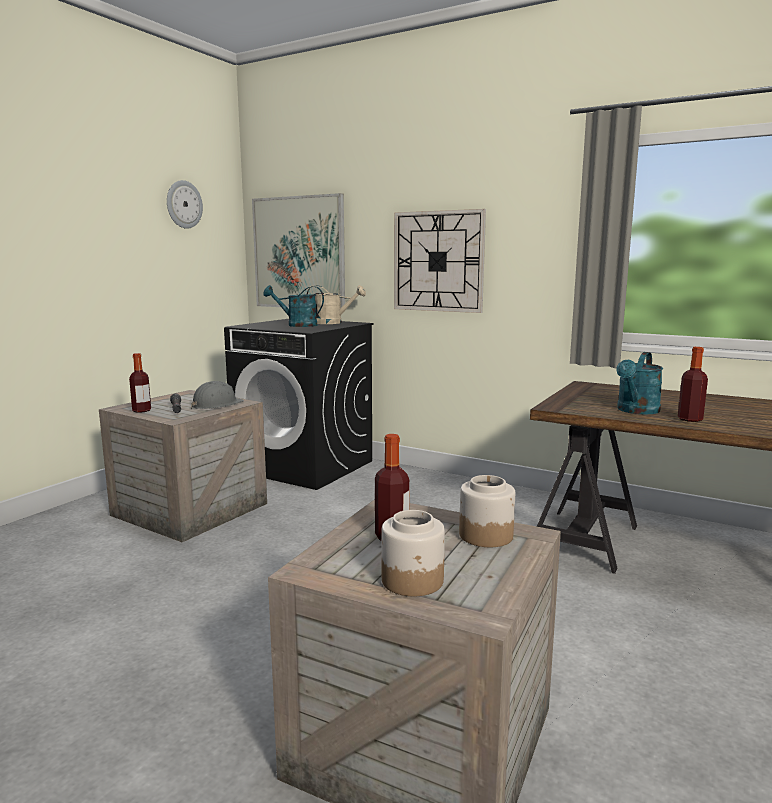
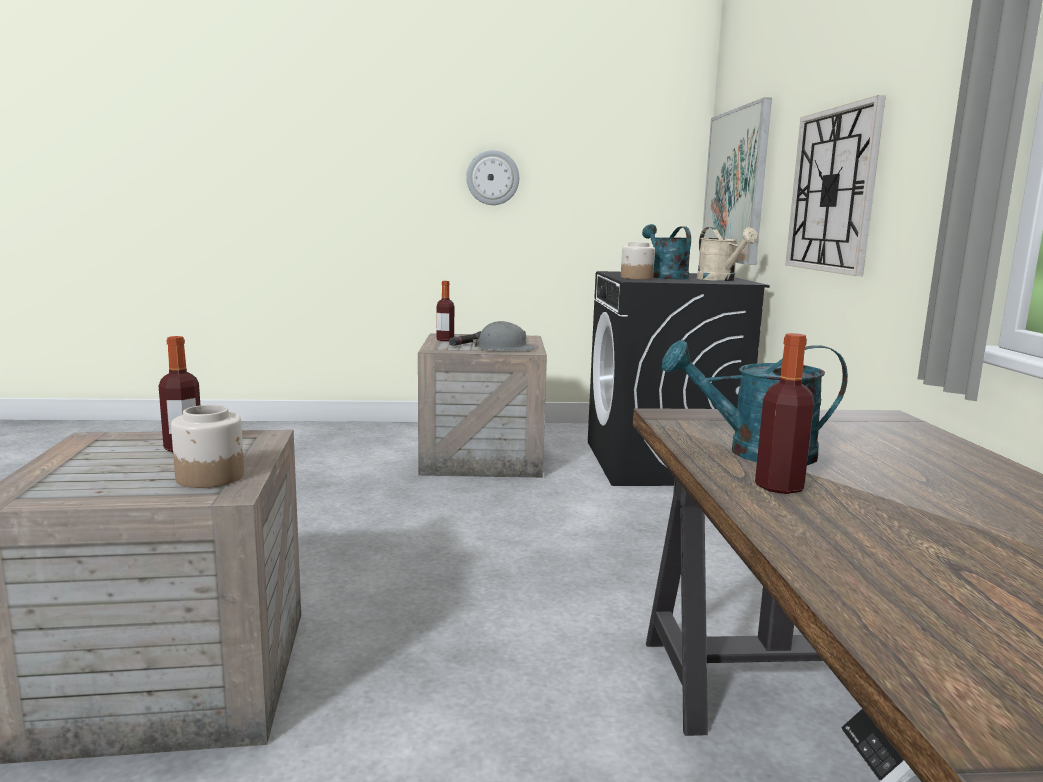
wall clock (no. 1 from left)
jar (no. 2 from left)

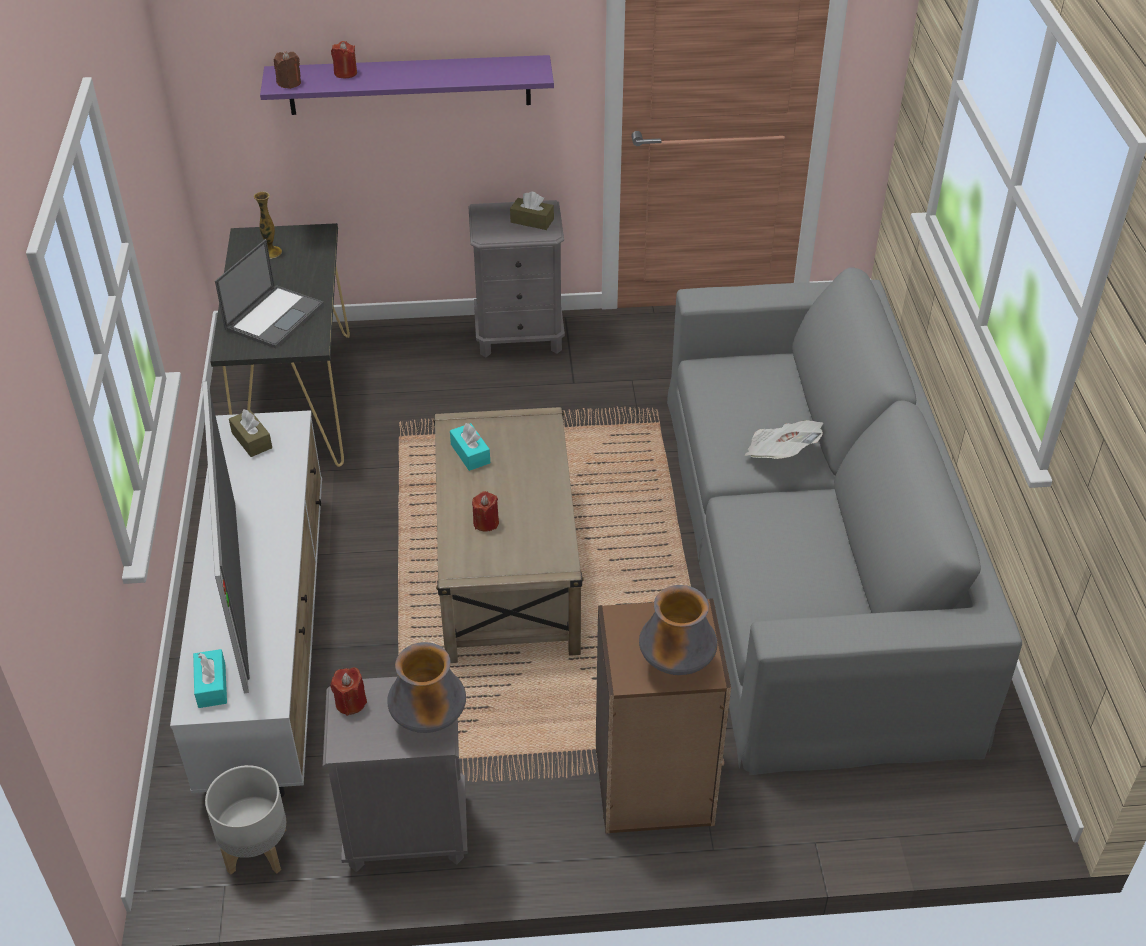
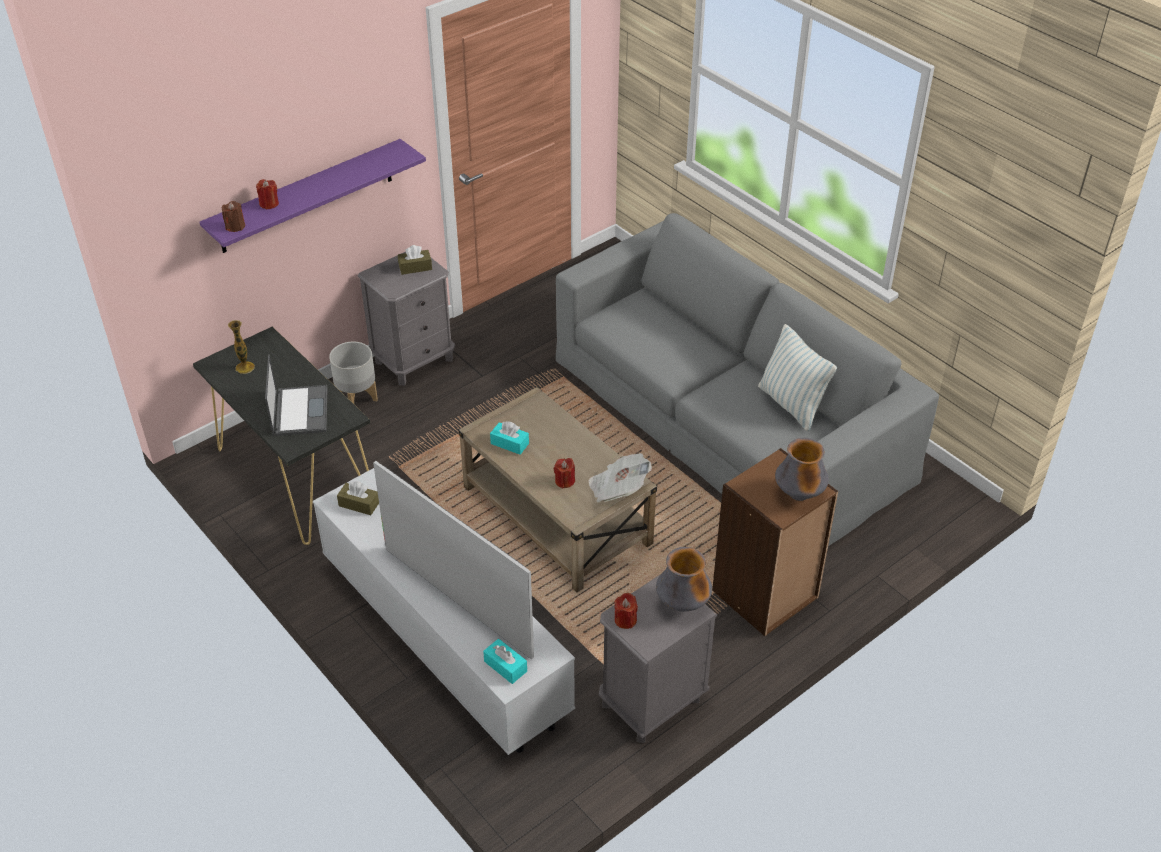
planter in grey
newspaper
pillow

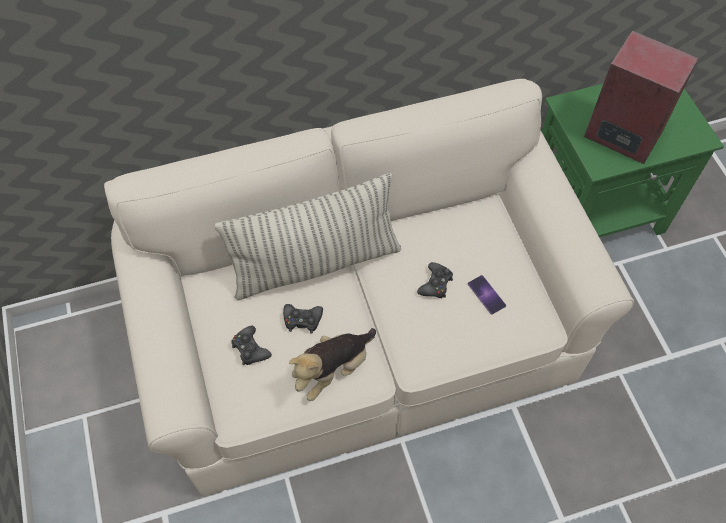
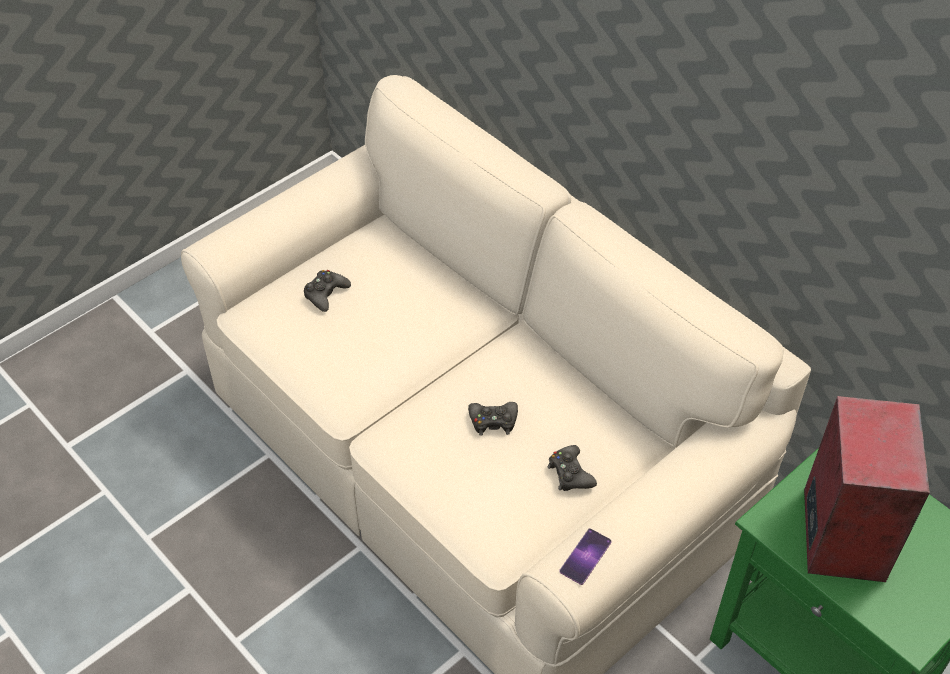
pillow
game controller in black (no. 3 from left)
plush toy
phone

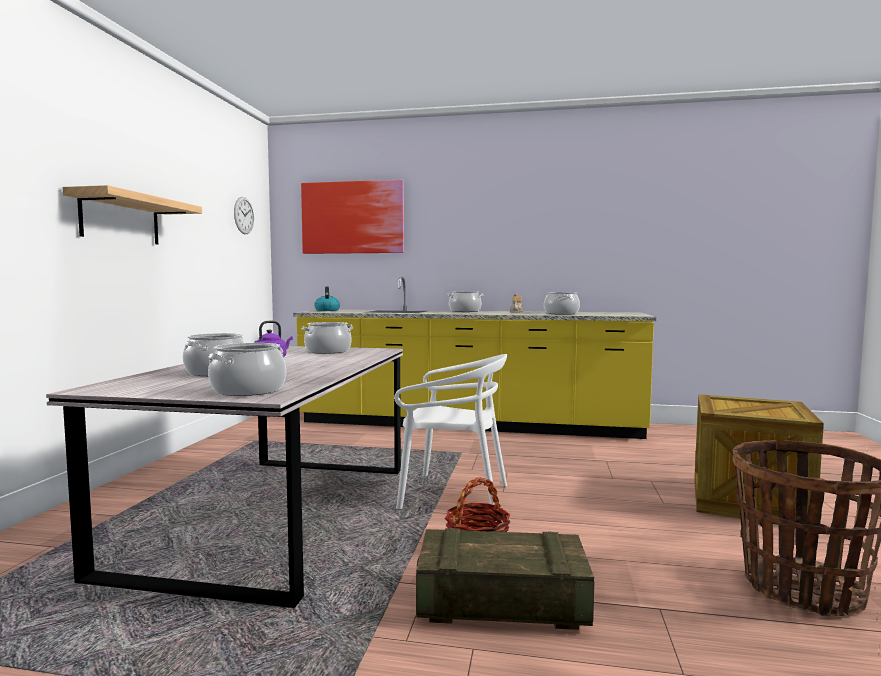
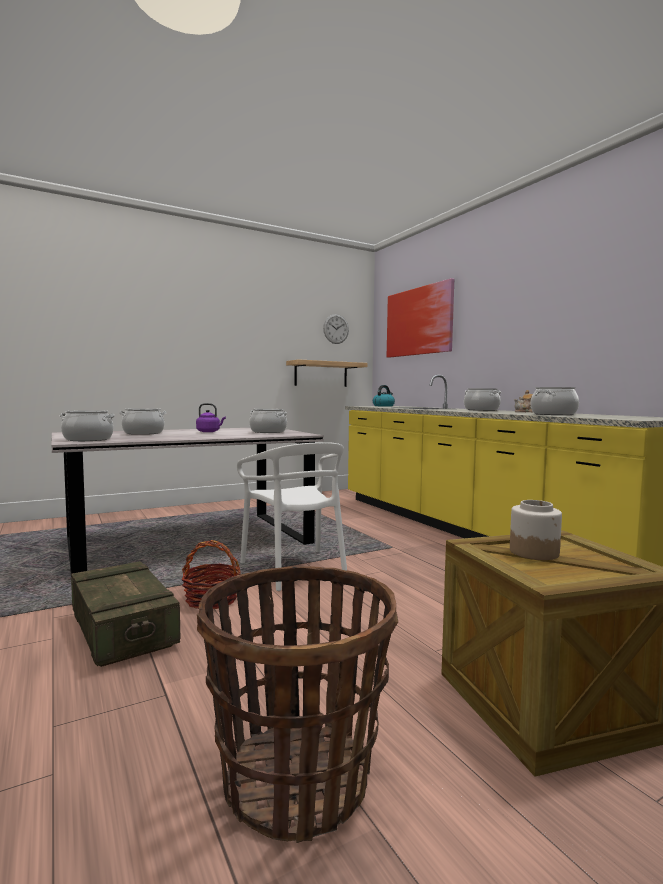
shelf
jar

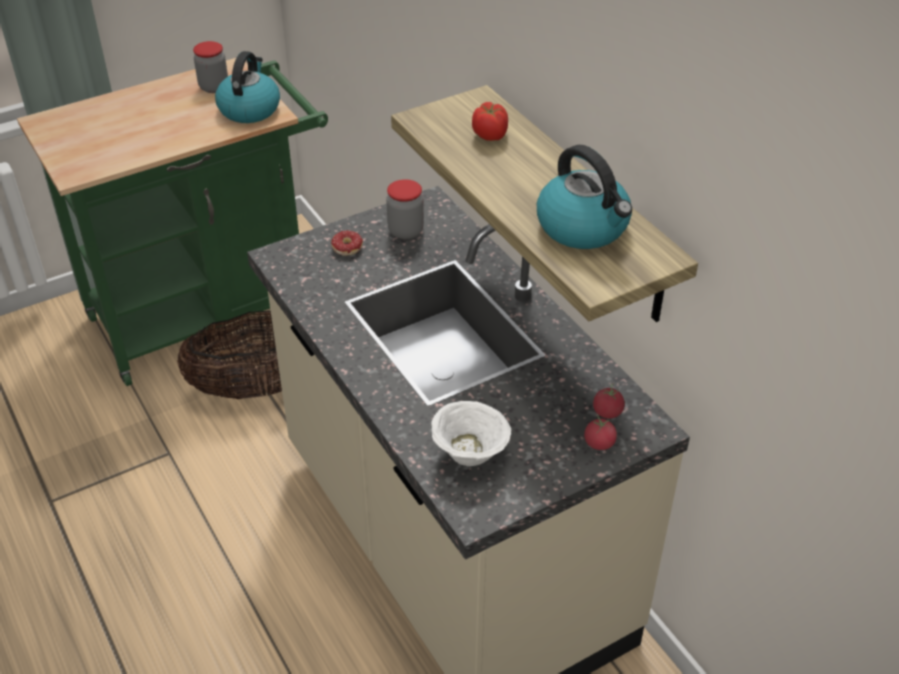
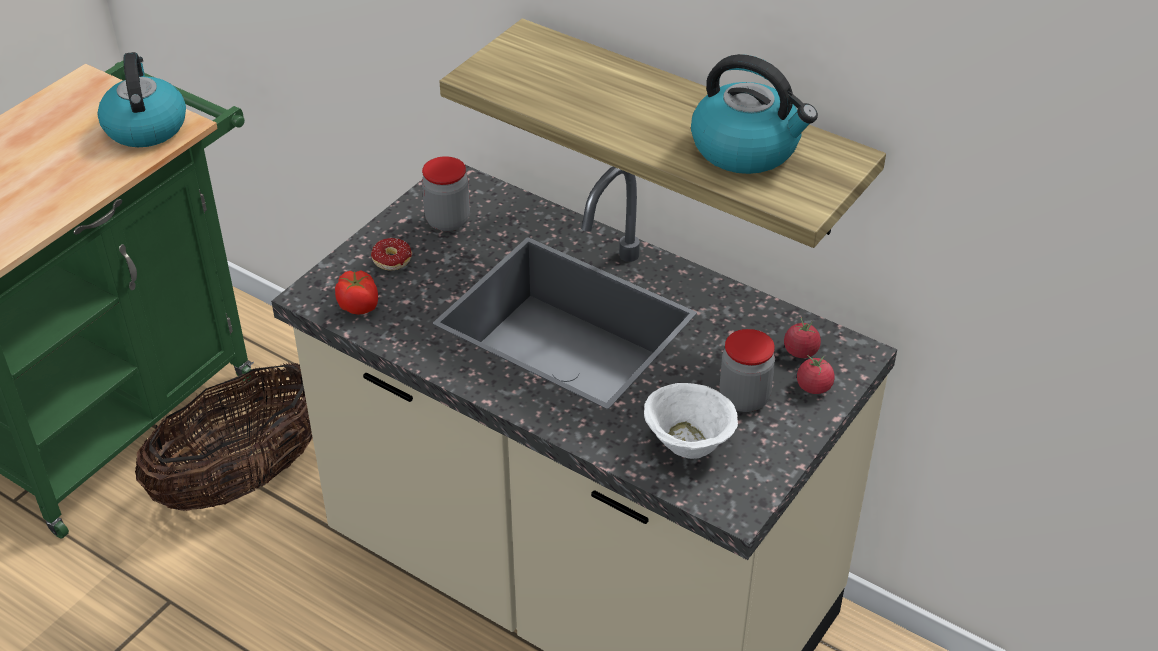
jar (no. 2 from left)
tomato (no. 1 from left)

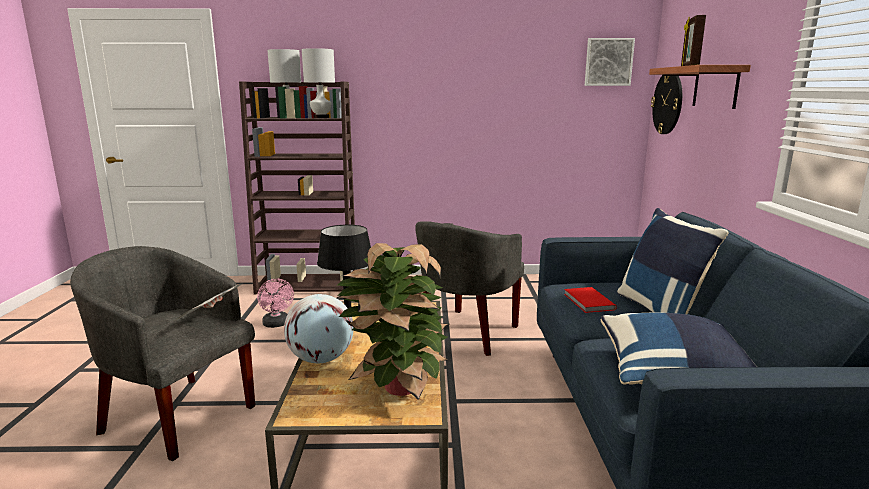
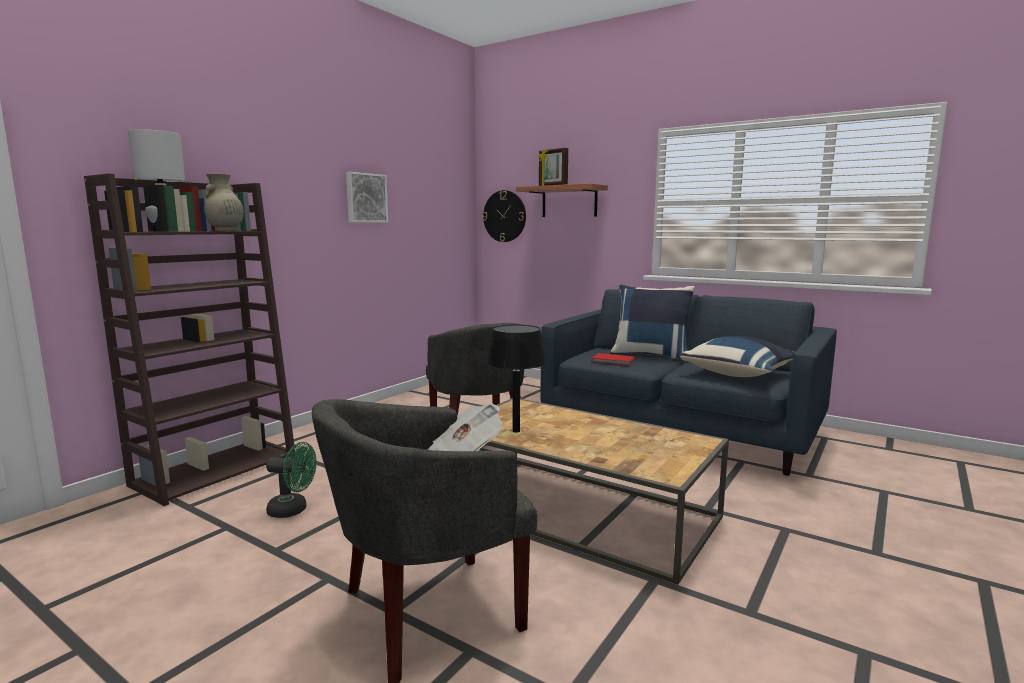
fan in green
globe
vase in beige
potted plant
picture

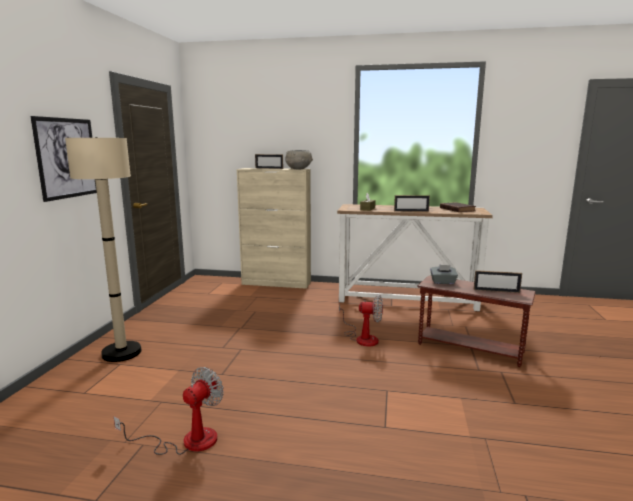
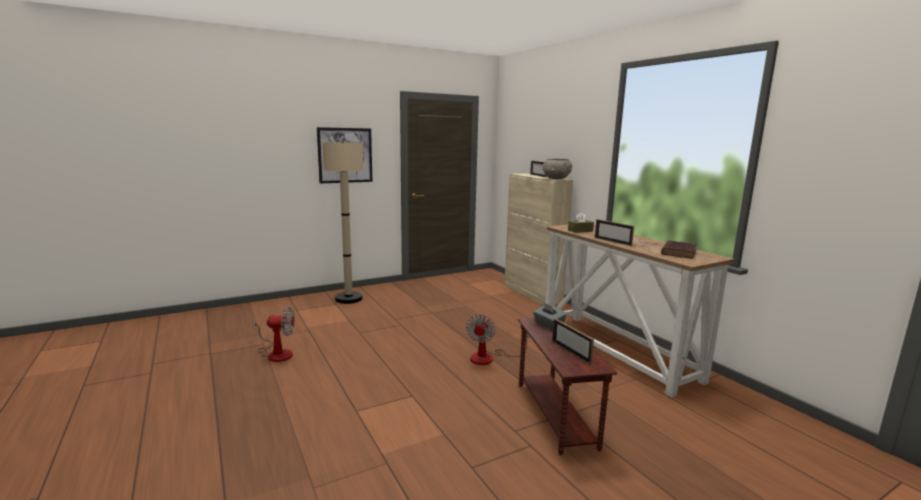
fan (no. 2 from left)

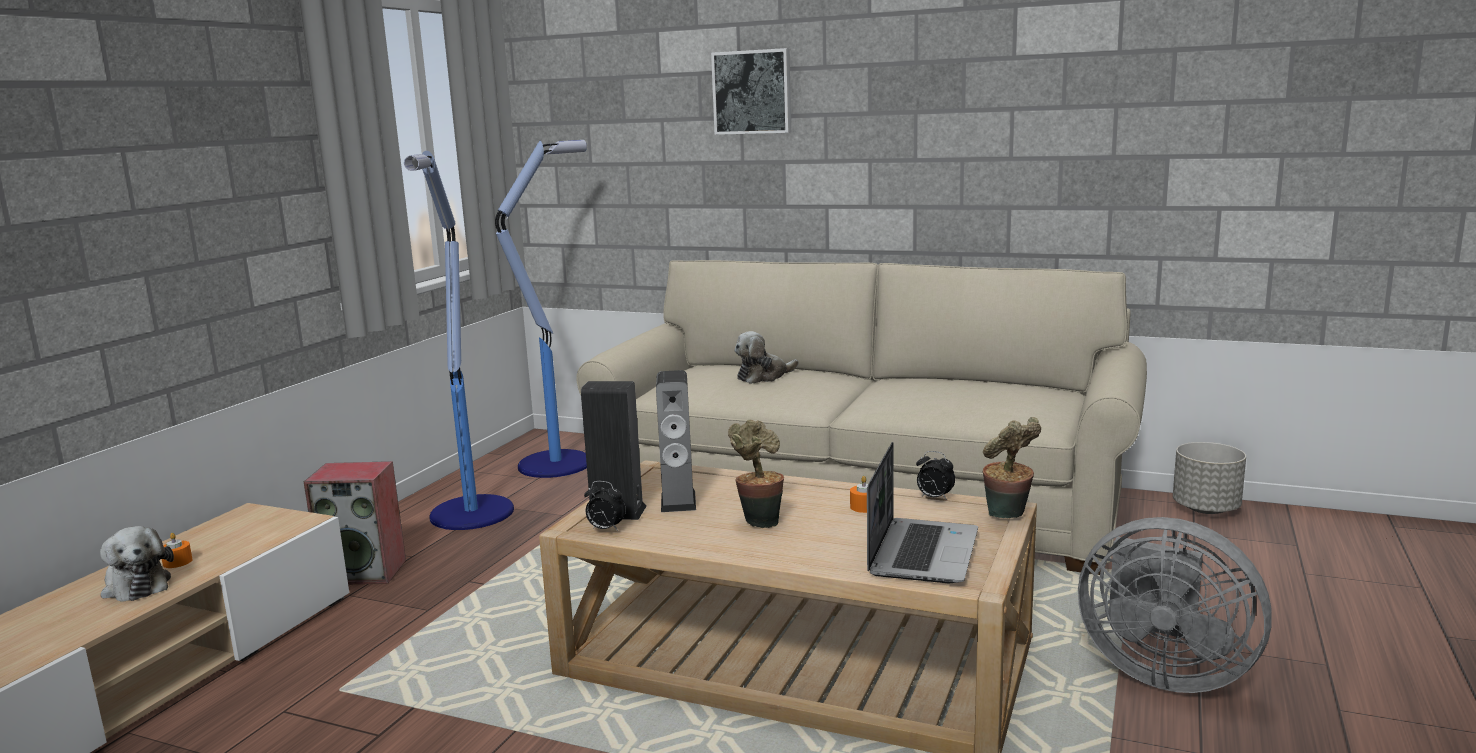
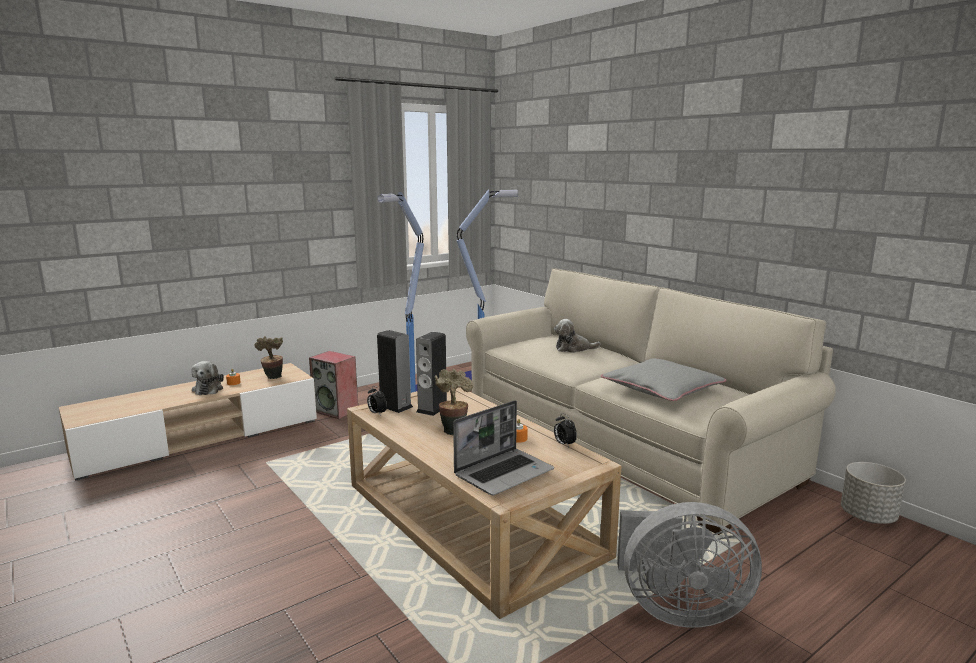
picture
potted plant (no. 1 from left)
fan in grey
pillow in grey

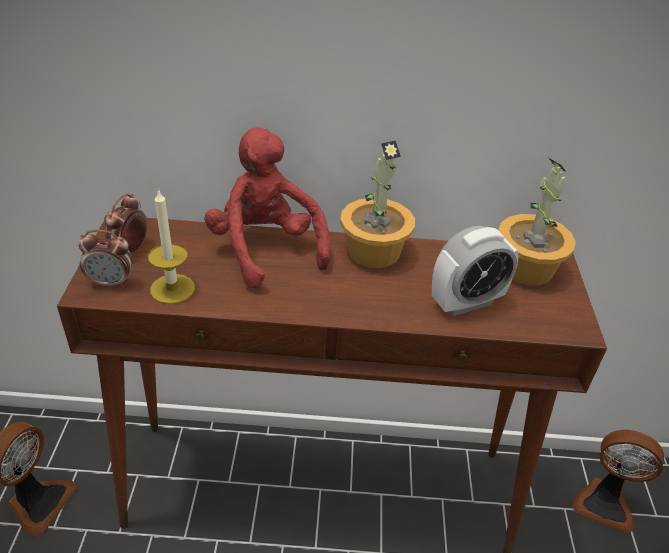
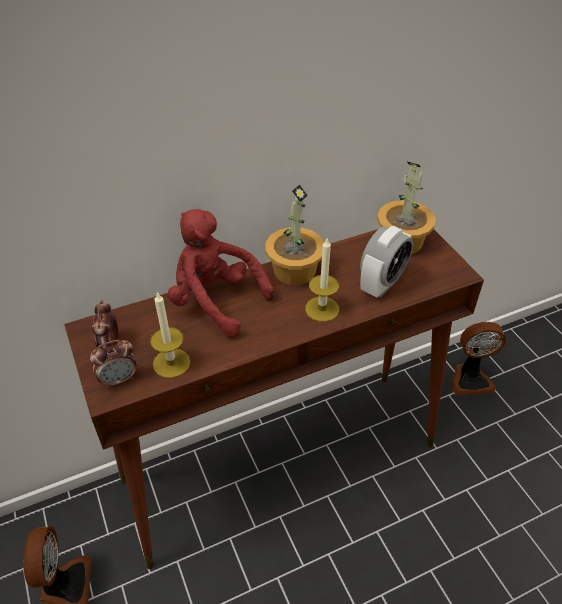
candle (no. 2 from left)

